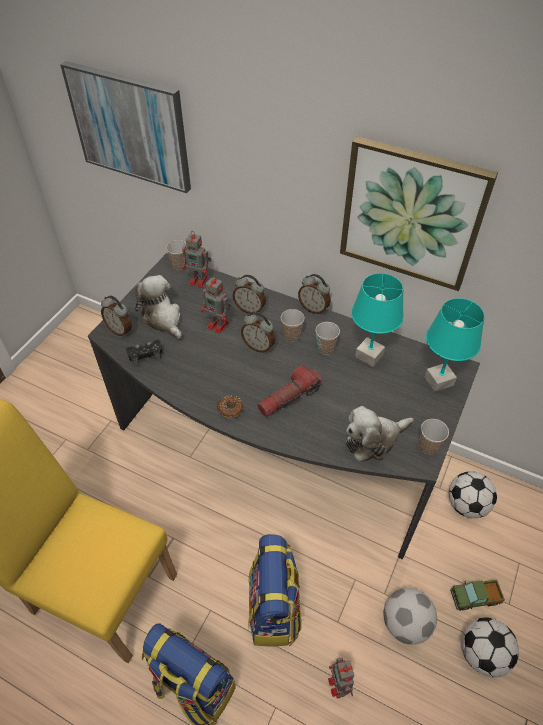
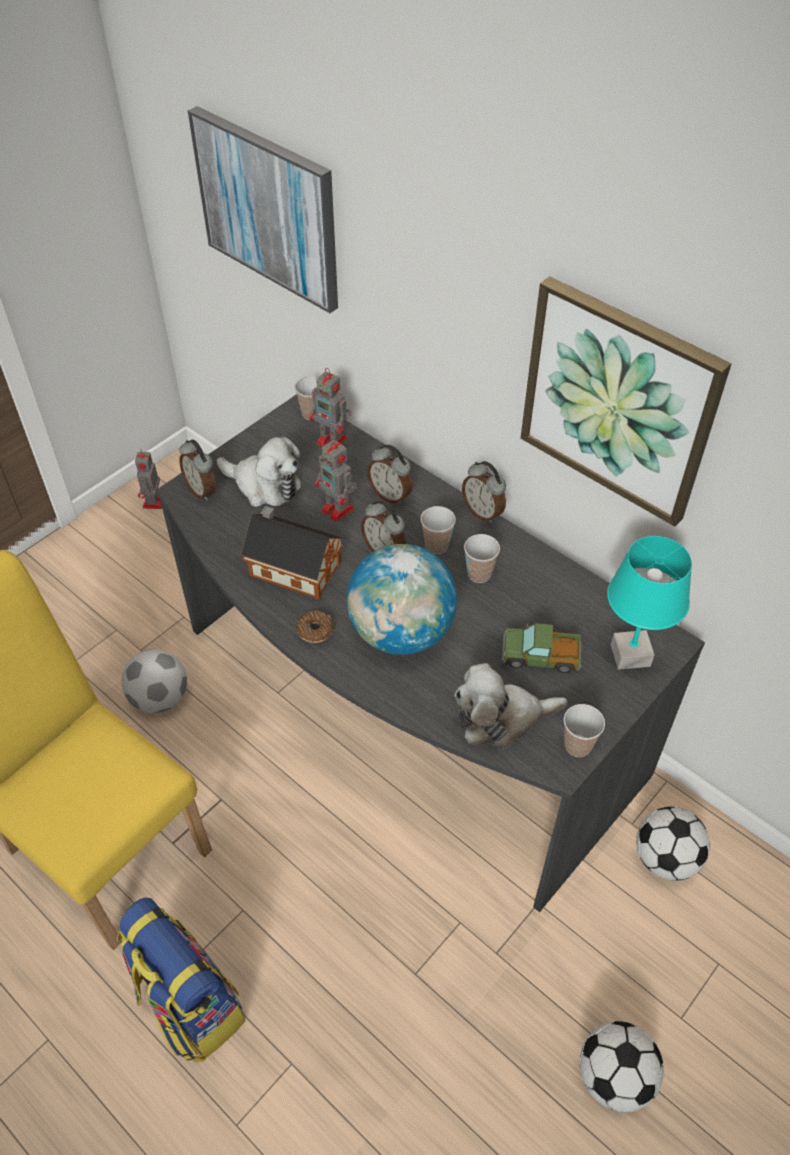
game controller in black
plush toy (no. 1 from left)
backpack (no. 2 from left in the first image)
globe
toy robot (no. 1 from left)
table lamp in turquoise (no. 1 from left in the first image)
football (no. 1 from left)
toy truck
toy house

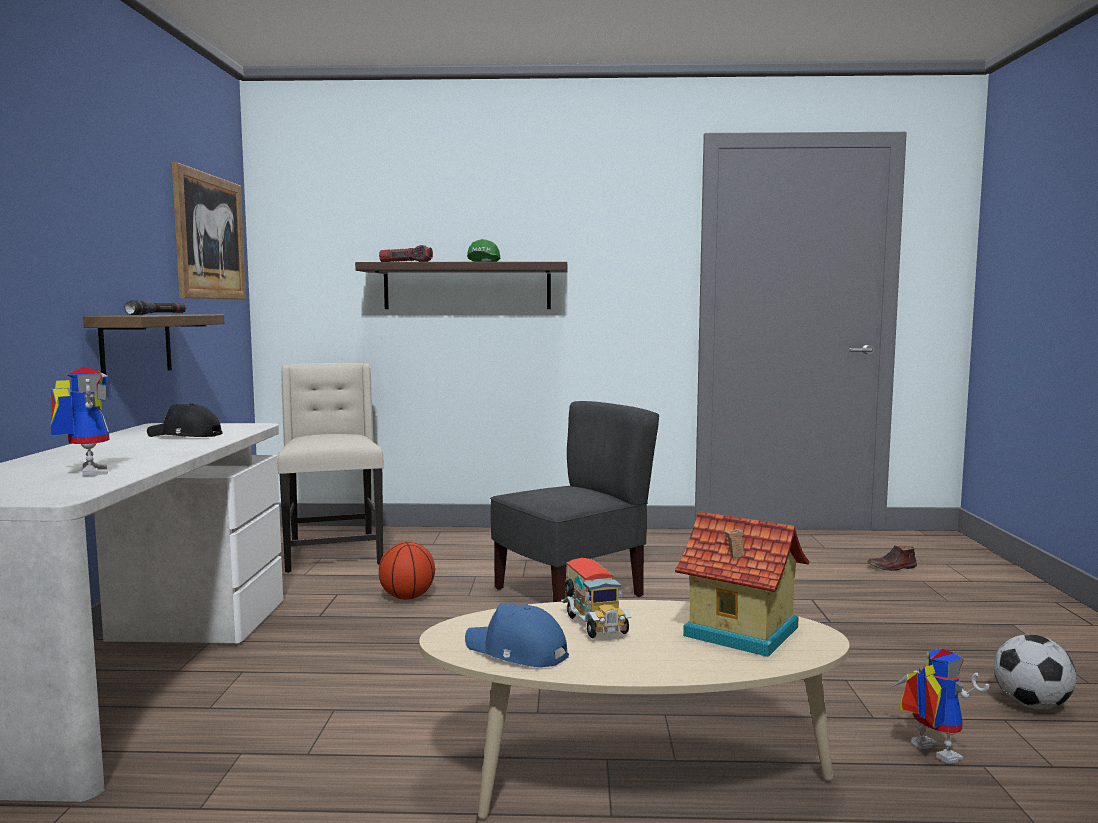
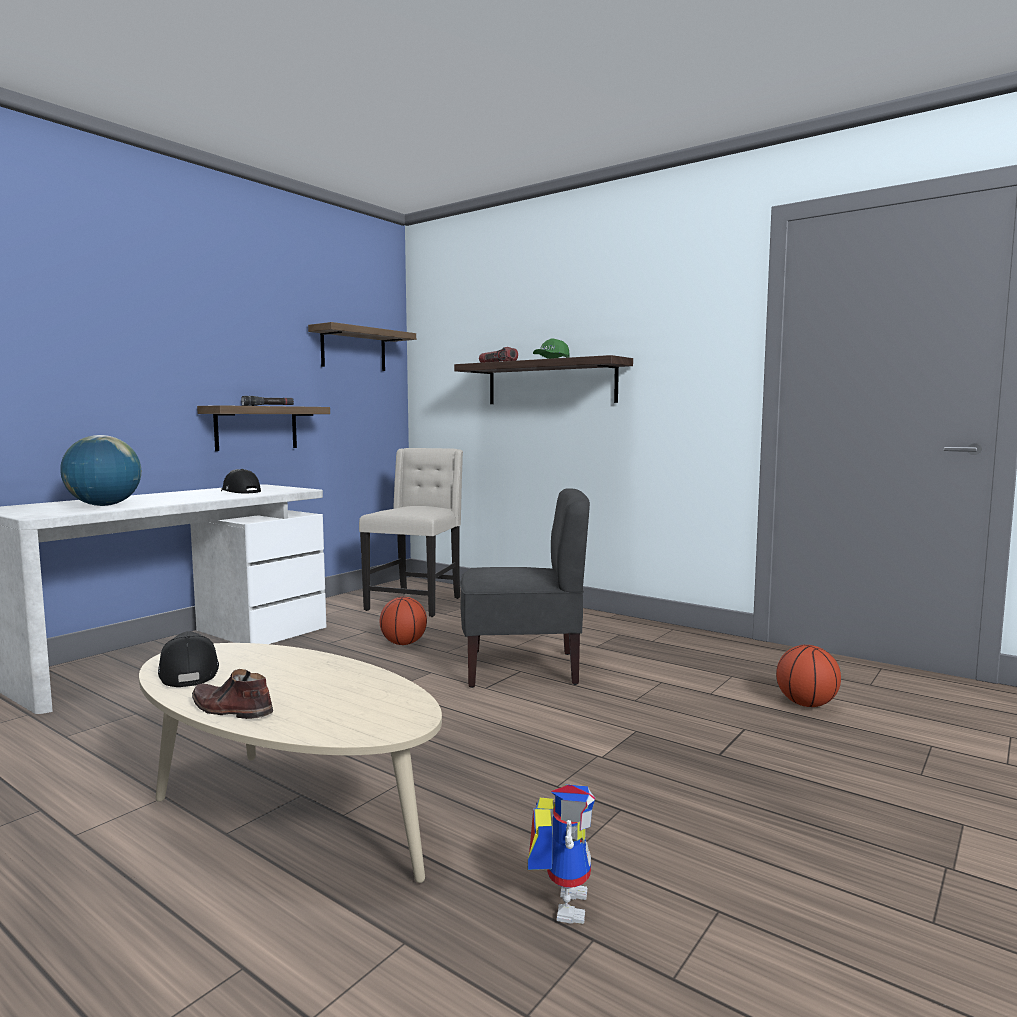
globe
shelf (no. 2 from left)
cap in black (no. 1 from left)
toy truck
toy house
shoe in brown
football
basketball (no. 2 from left)

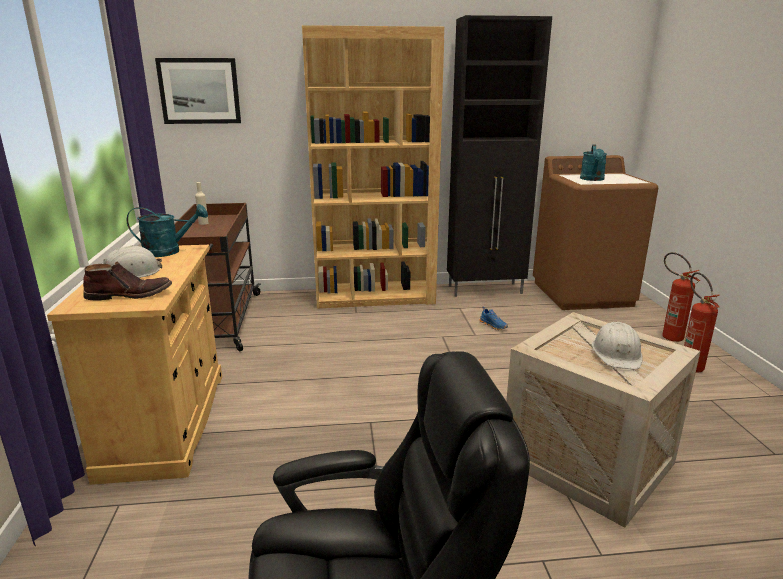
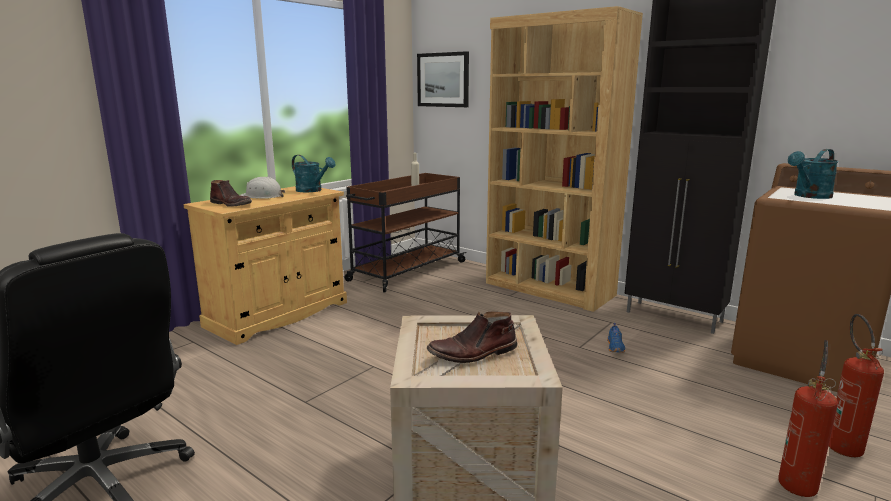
boot in brown (no. 2 from left)

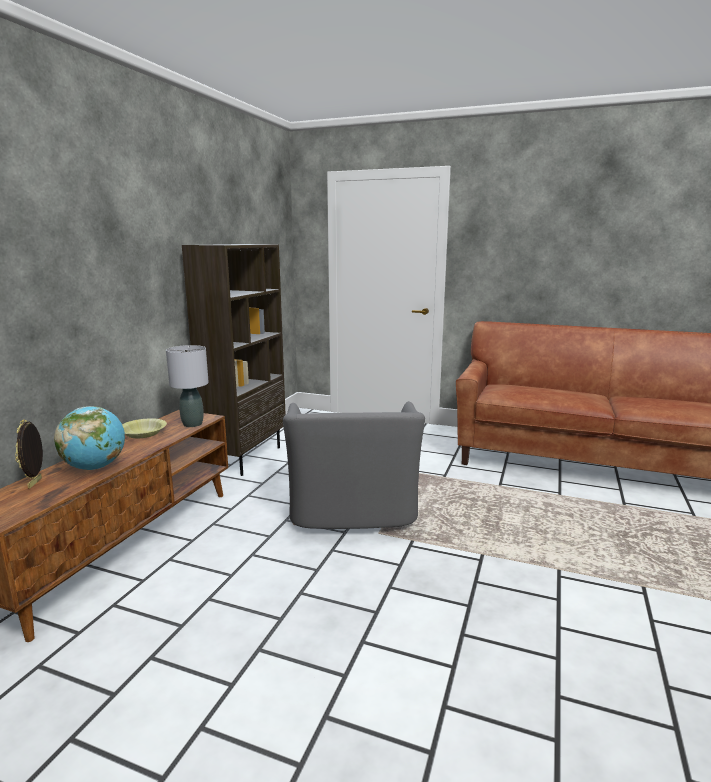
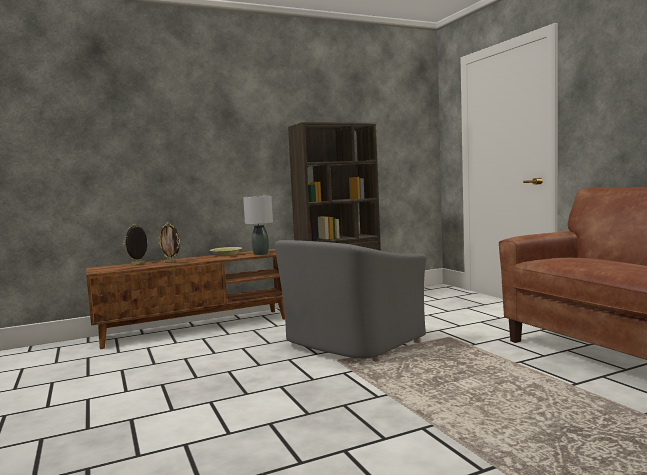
picture frame (no. 2 from left)

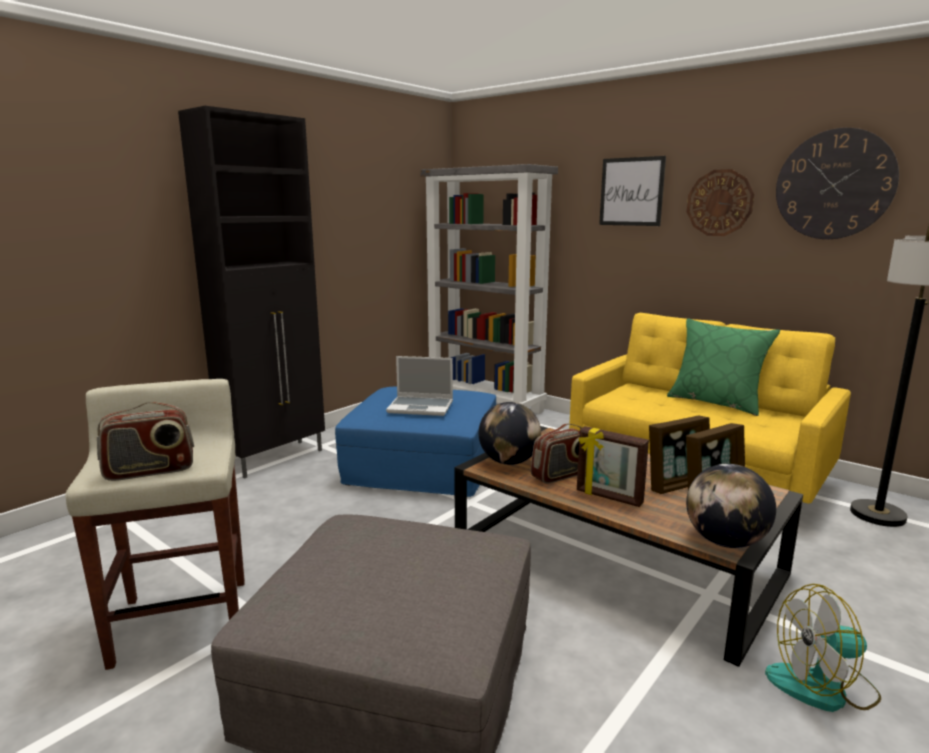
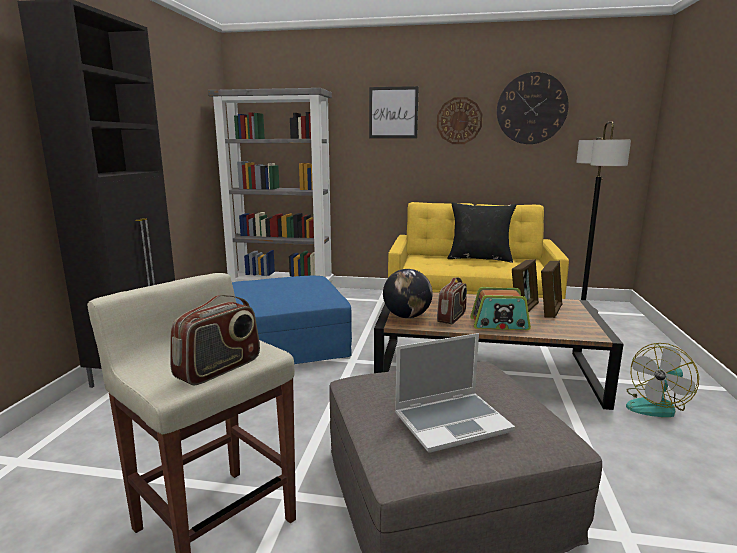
laptop
radio (no. 3 from left)
pillow in black
globe (no. 2 from left in the first image)

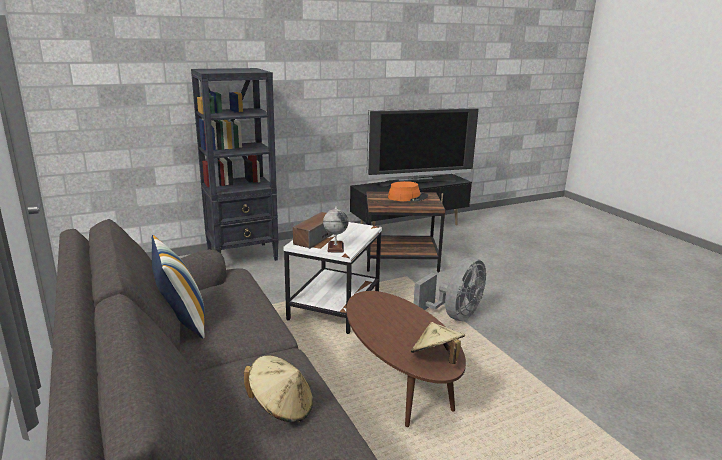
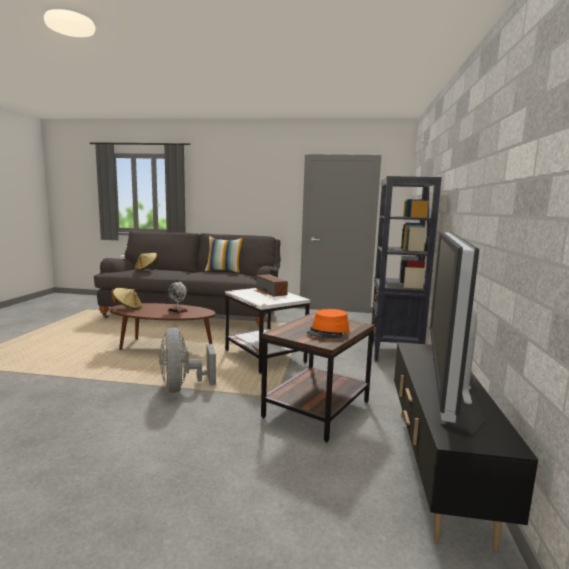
globe

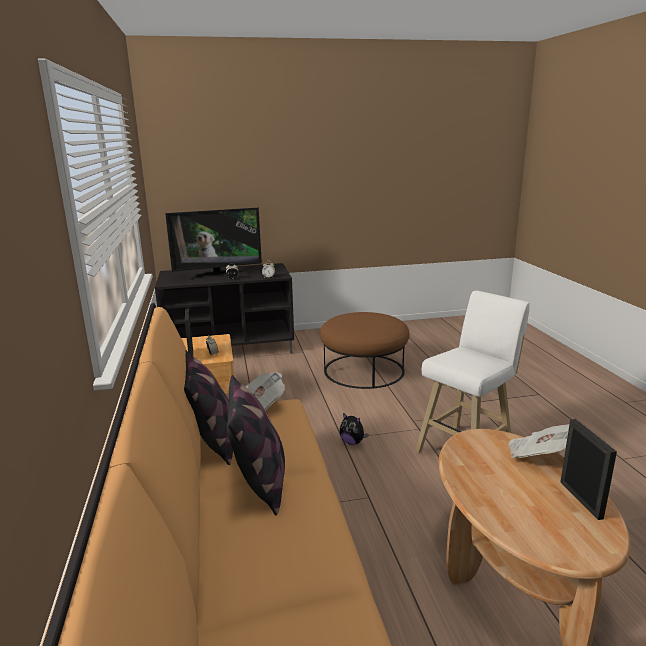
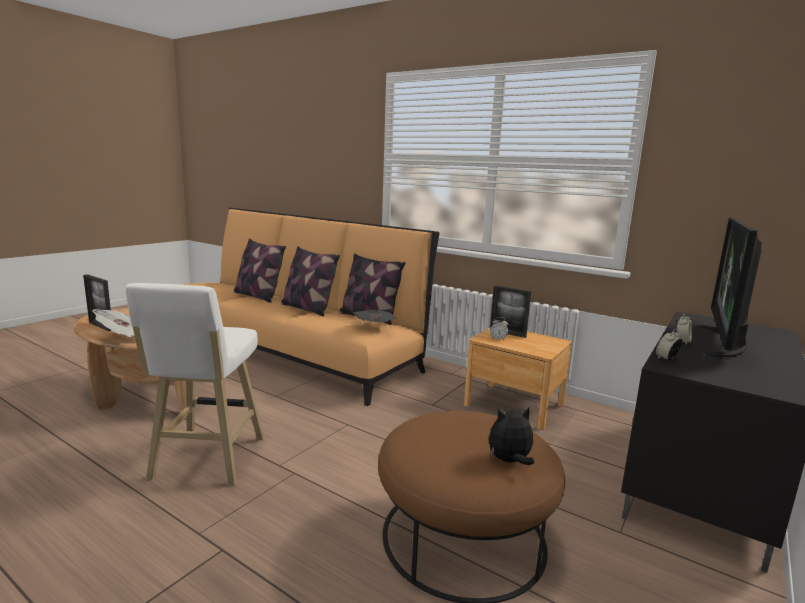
plush toy
pillow (no. 1 from left)

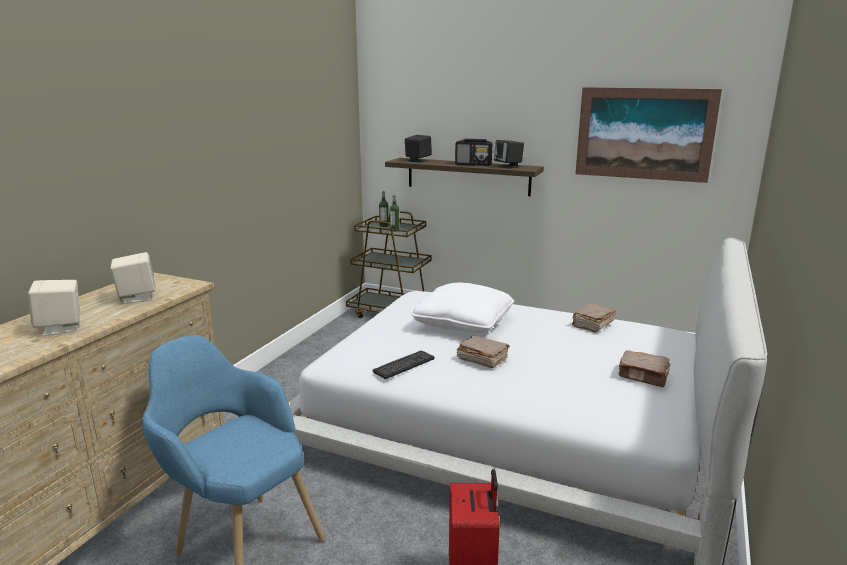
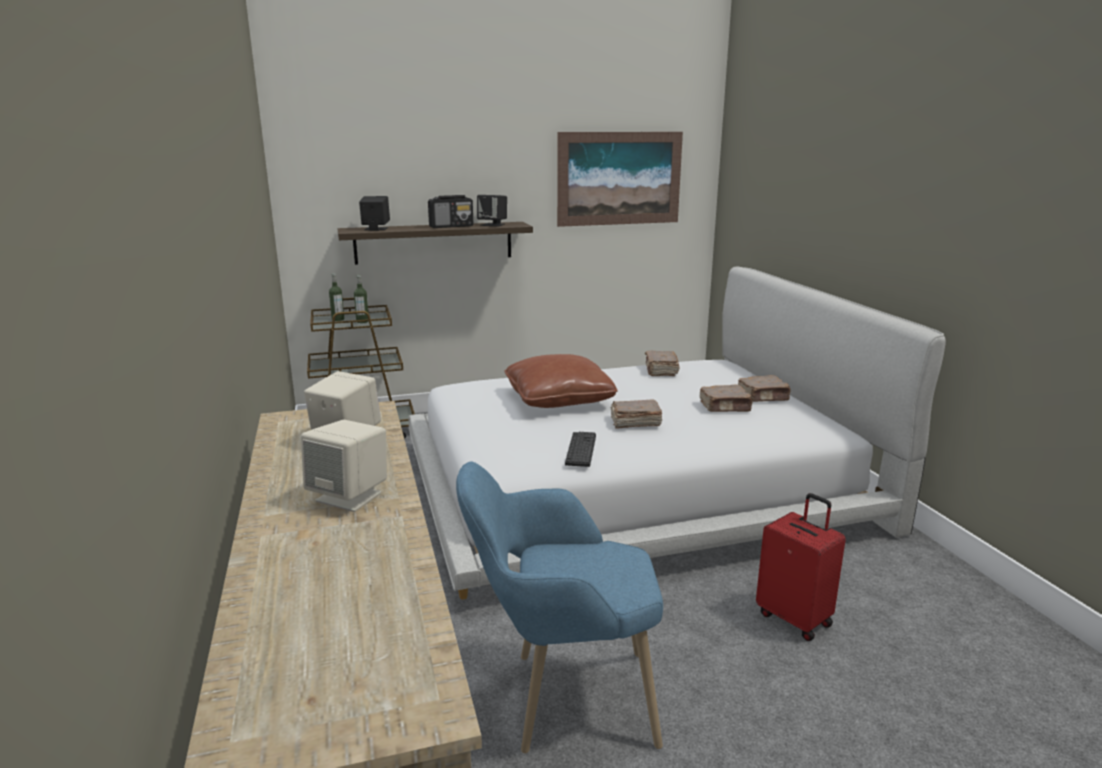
pillow in brown
book in brown (no. 3 from left)

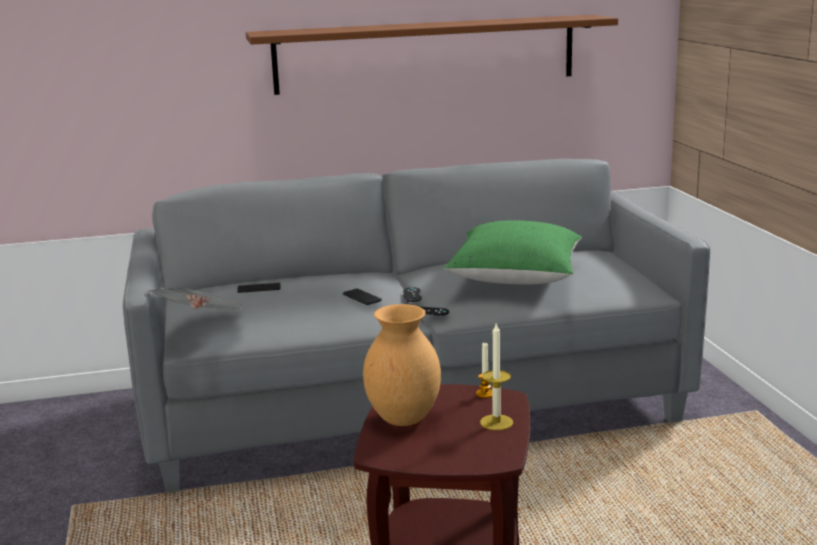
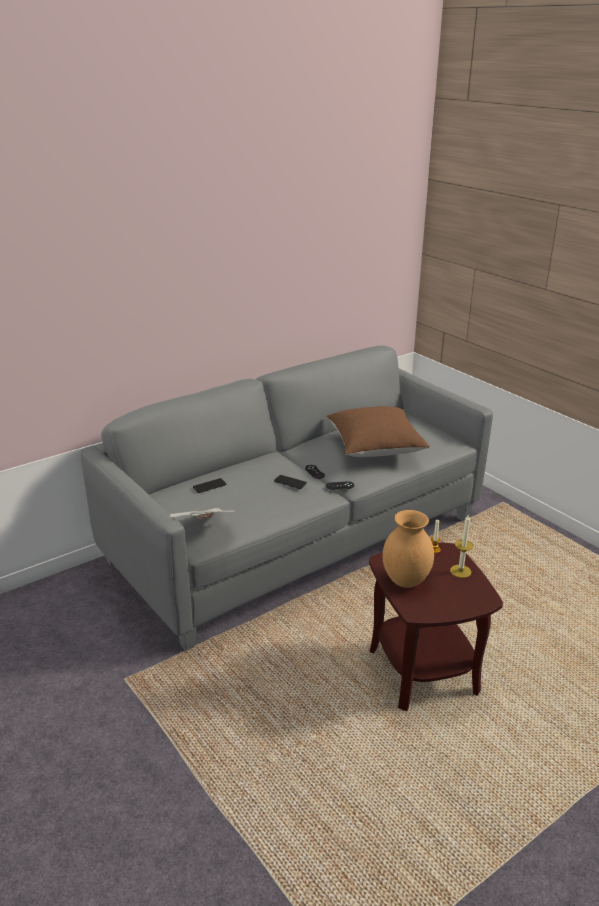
shelf in brown
pillow in brown

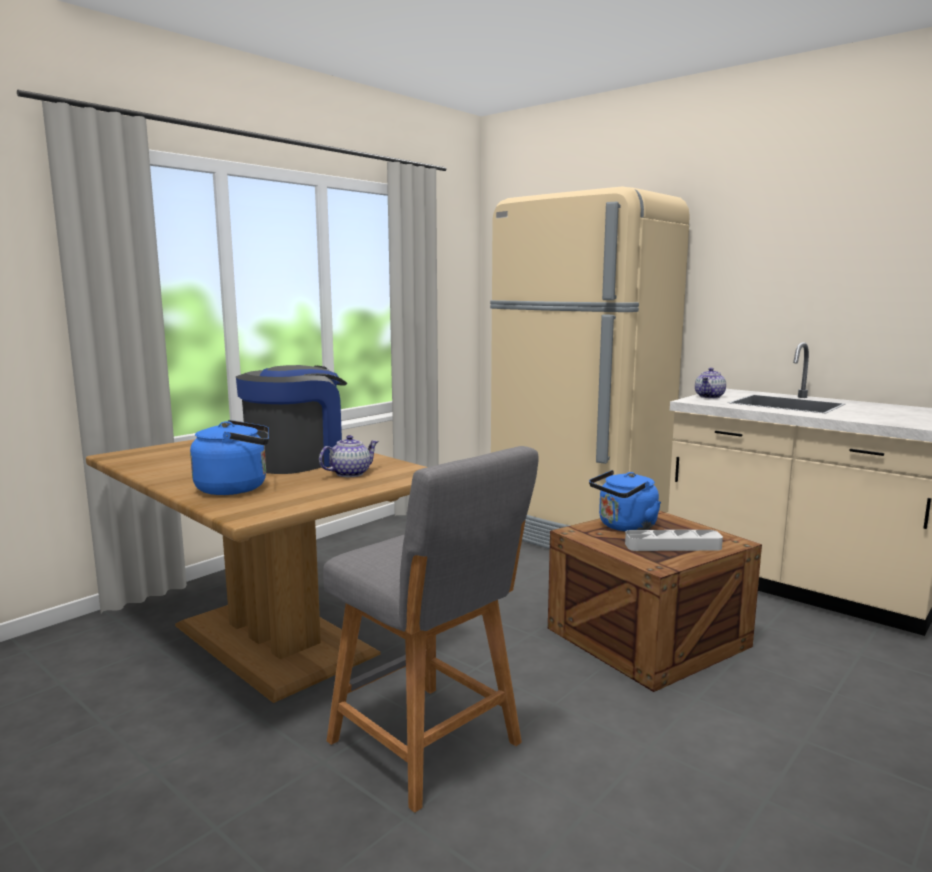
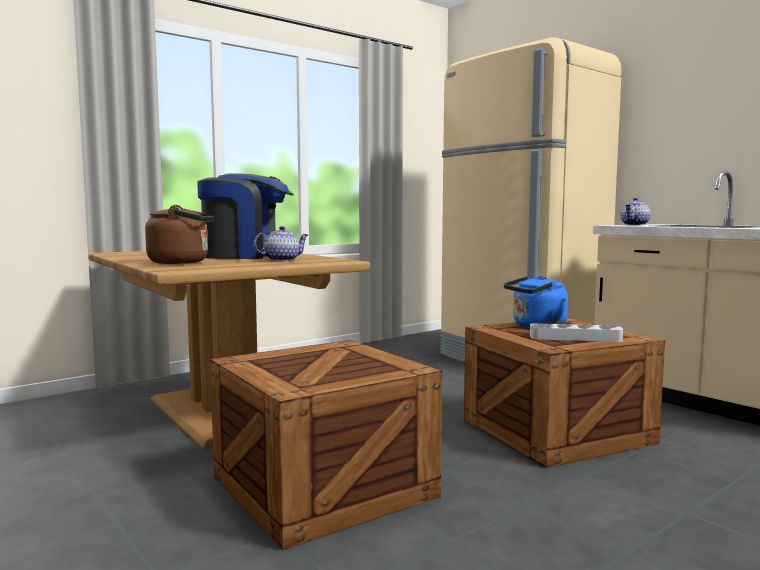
kettle in brown
coffee machine
crate (no. 1 from left)

